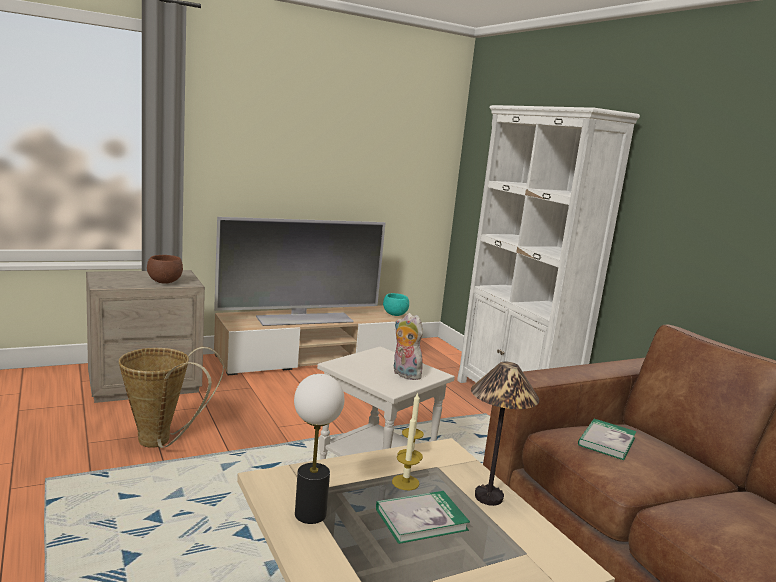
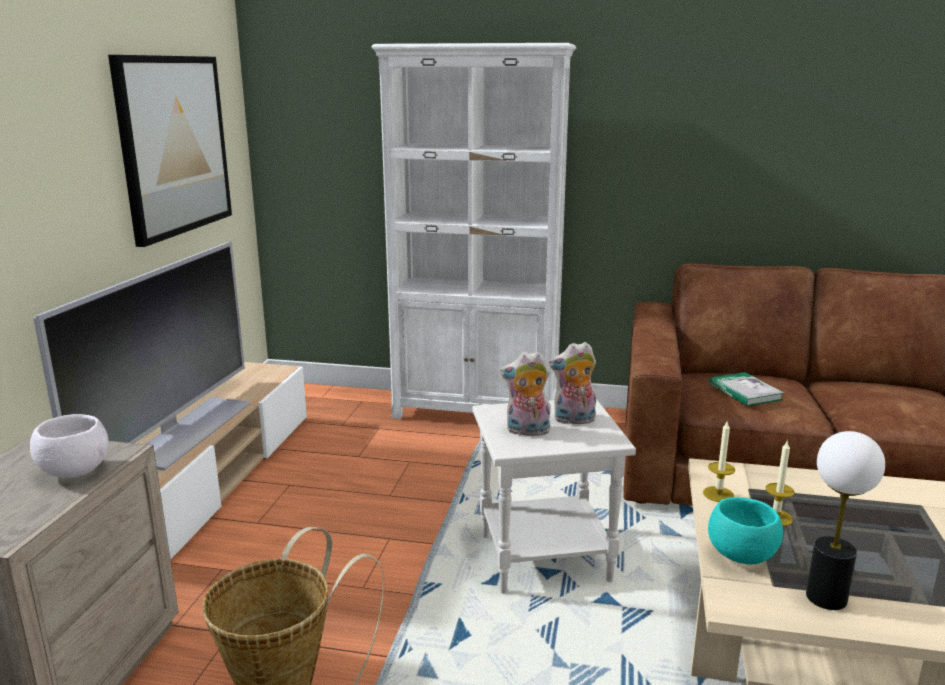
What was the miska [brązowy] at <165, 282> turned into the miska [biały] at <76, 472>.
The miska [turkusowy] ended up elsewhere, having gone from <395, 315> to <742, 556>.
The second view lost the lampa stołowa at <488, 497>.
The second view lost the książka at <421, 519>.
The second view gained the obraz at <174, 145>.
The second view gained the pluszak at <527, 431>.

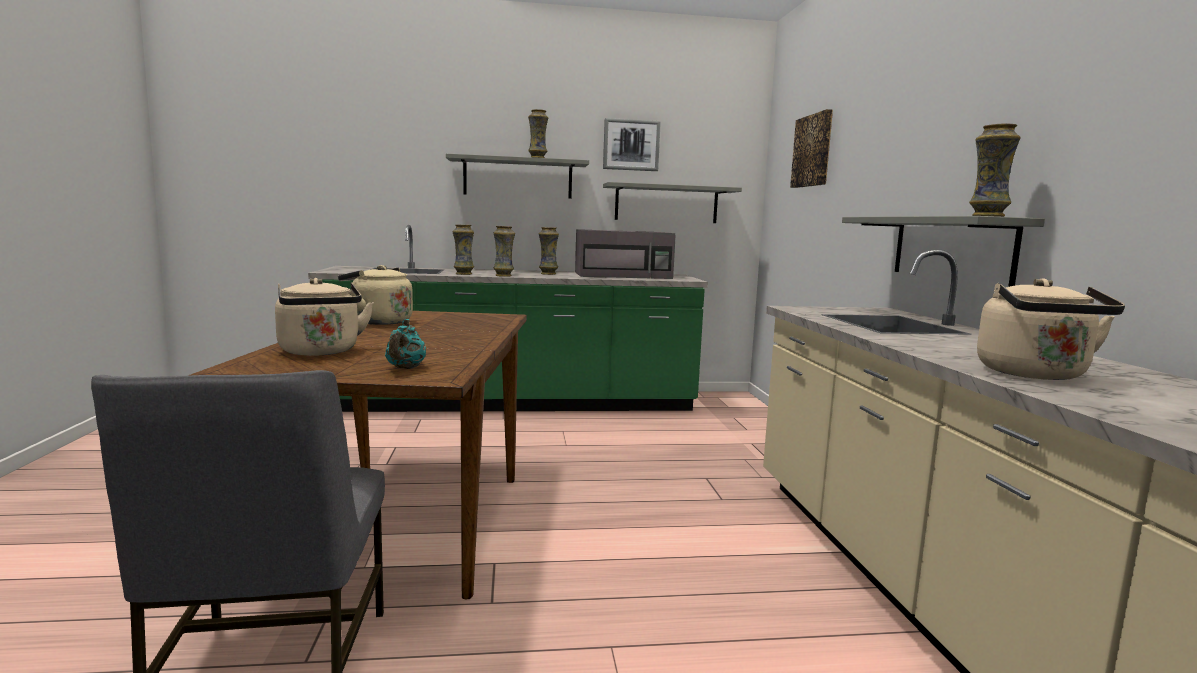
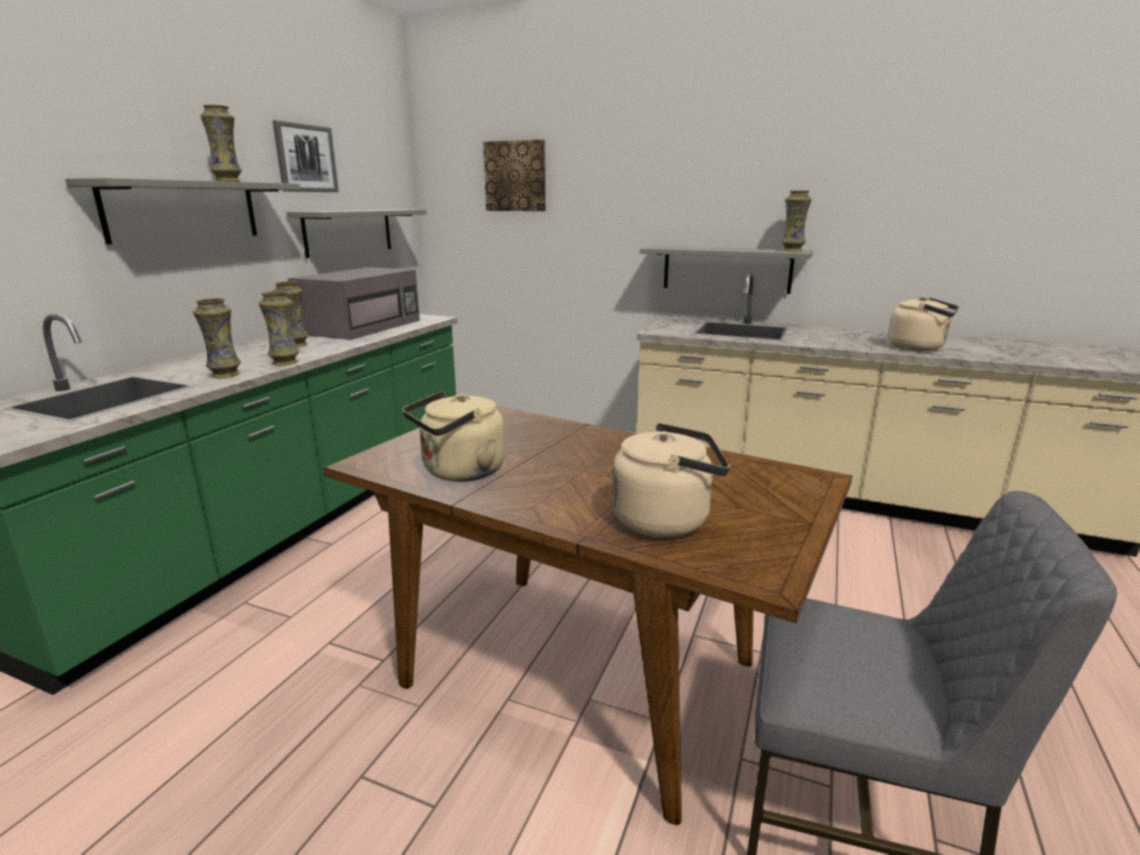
The second view lost the imbryk [turkusowy] at <405, 368>.

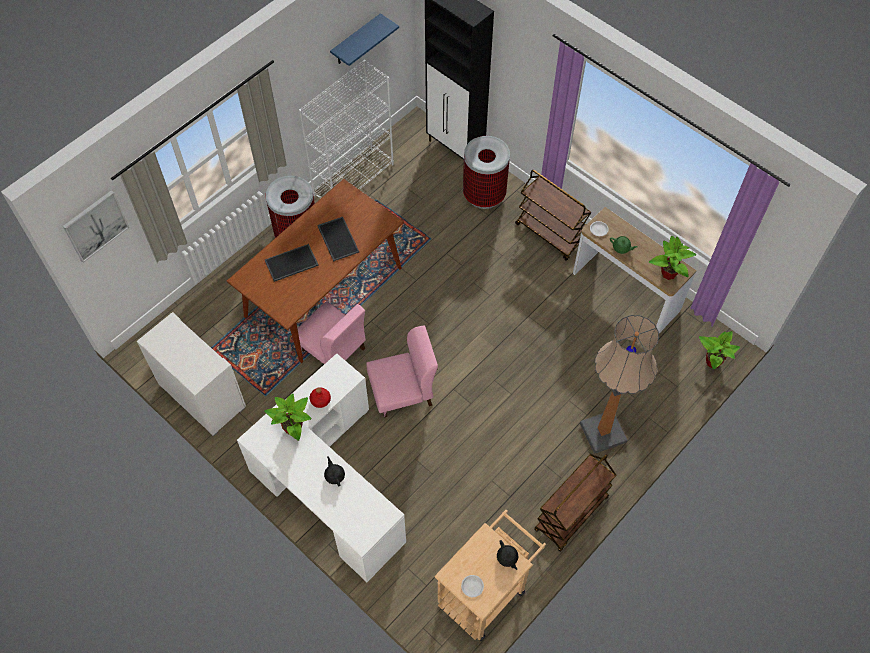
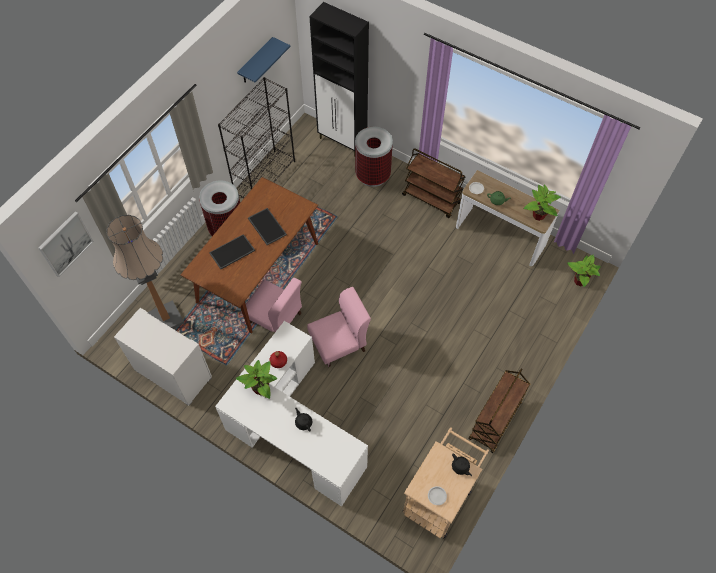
What was the regał [biały] at <353, 179> turned into the regał [czarny] at <265, 177>.
The lampa stojąca ended up elsewhere, having gone from <603, 433> to <166, 319>.

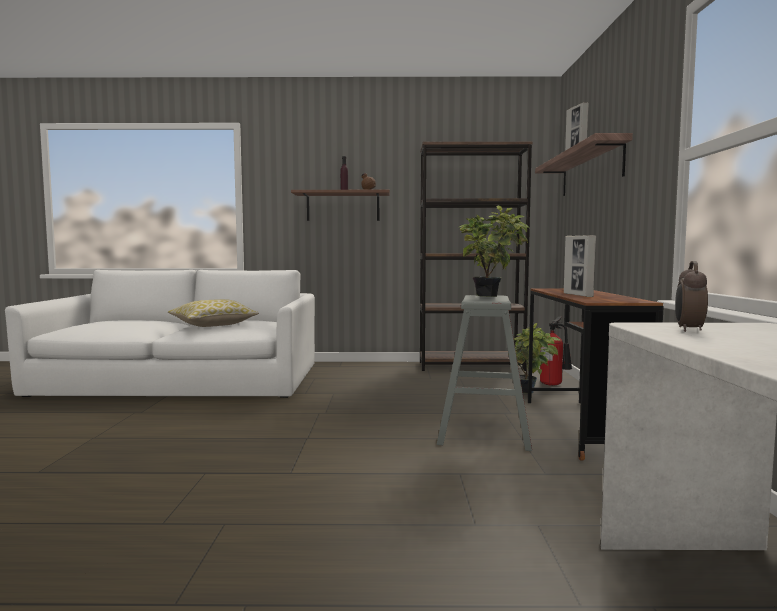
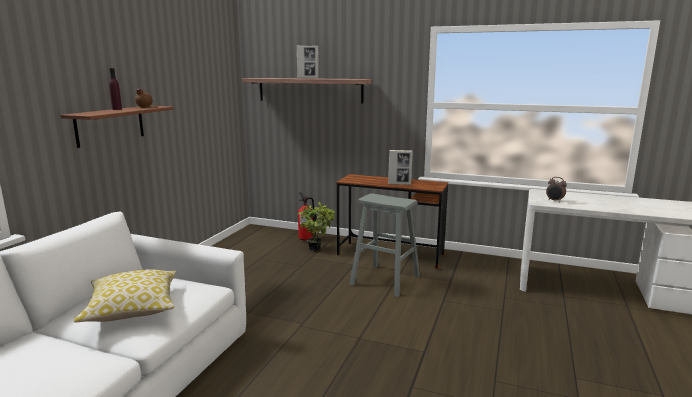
The second view lost the regał [brązowy] at <471, 366>.
The second view lost the roślina doniczkowa at <492, 296>.

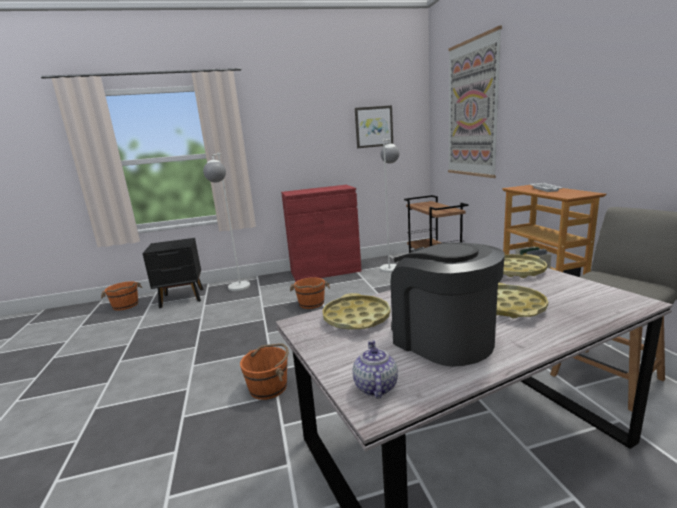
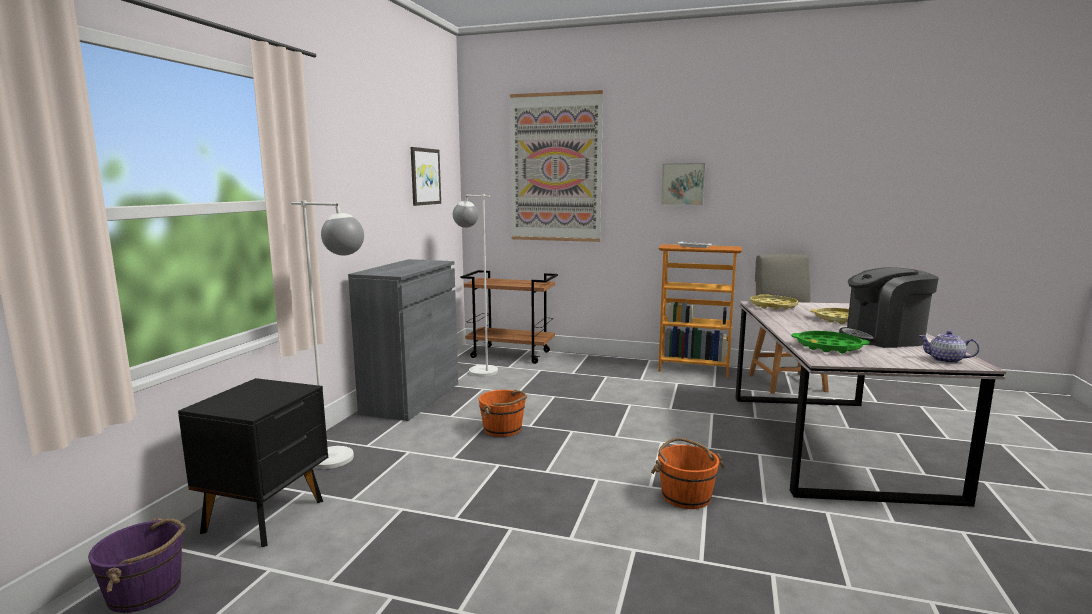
What was the szafka [czerwony] at <325, 271> turned into the szafka [szary] at <411, 398>.
What was the wiadro [pomarańczowy] at <125, 305> turned into the wiadro [fioletowy] at <146, 591>.
What was the taca [żółty] at <356, 318> turned into the taca [zielony] at <828, 347>.
The second view gained the obraz at <683, 184>.

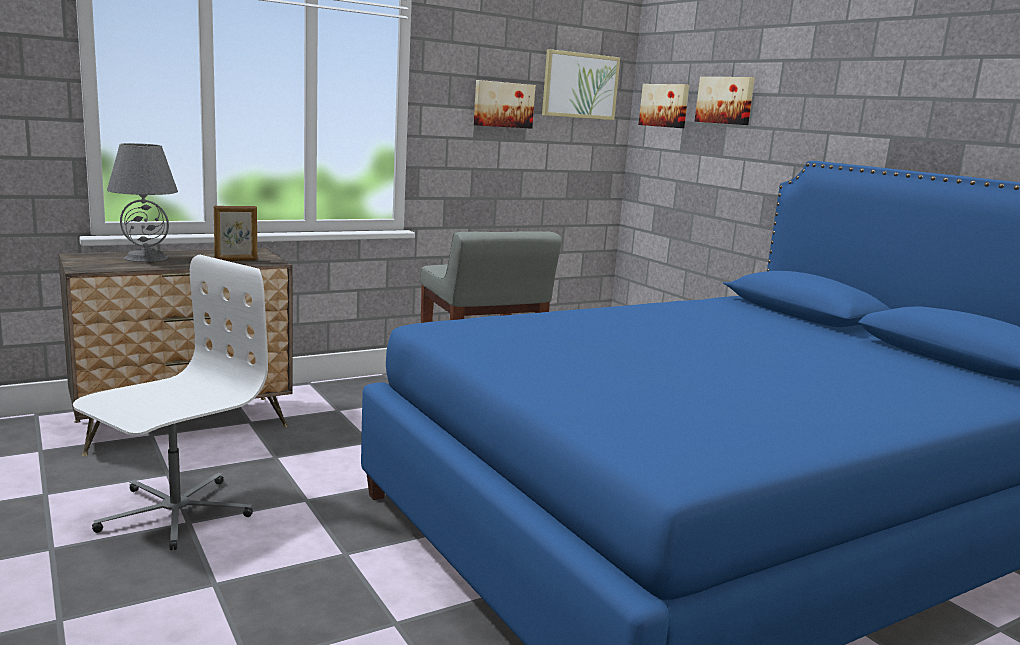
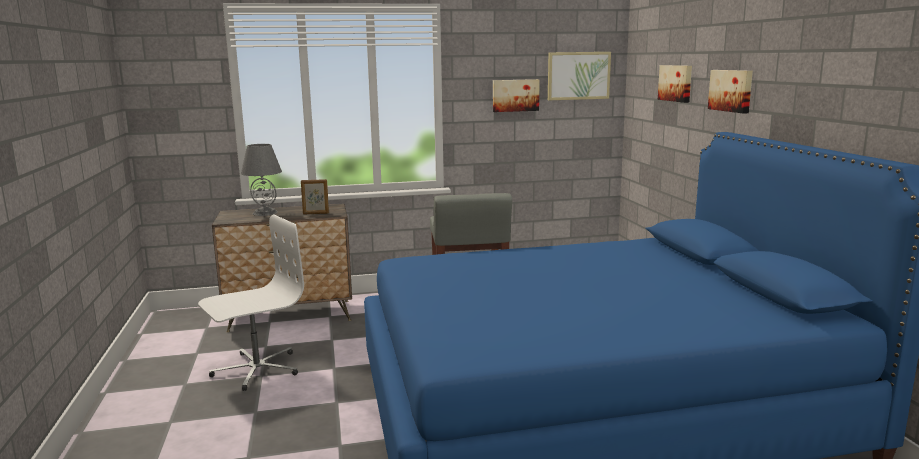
The obraz ended up elsewhere, having gone from <665, 105> to <731, 90>.

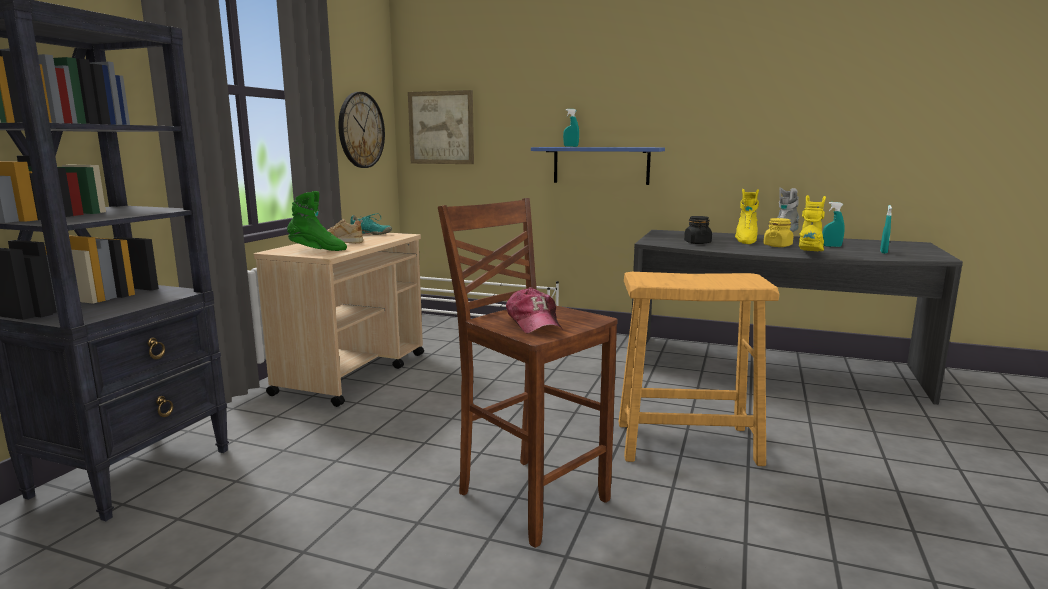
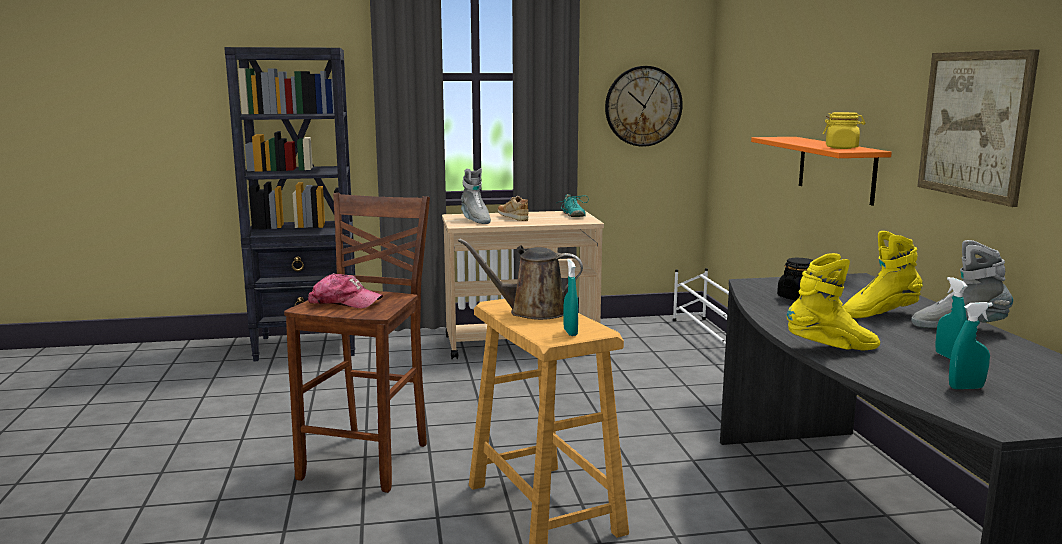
The obraz ended up elsewhere, having gone from <441, 128> to <974, 125>.
The spryskiwacz [turkusowy] ended up elsewhere, having gone from <571, 146> to <570, 332>.
What was the półka [niebieski] at <601, 165> turned into the półka [pomarańczowy] at <836, 169>.
What was the but z cholewką [zielony] at <317, 250> turned into the but z cholewką [szary] at <475, 220>.
The słoik [żółty] ended up elsewhere, having gone from <777, 246> to <841, 148>.
The czapka z daszkiem at <534, 323> ended up facing another way, 120 degrees counterclockwise from before.
The second view gained the konewka [brązowy] at <532, 312>.

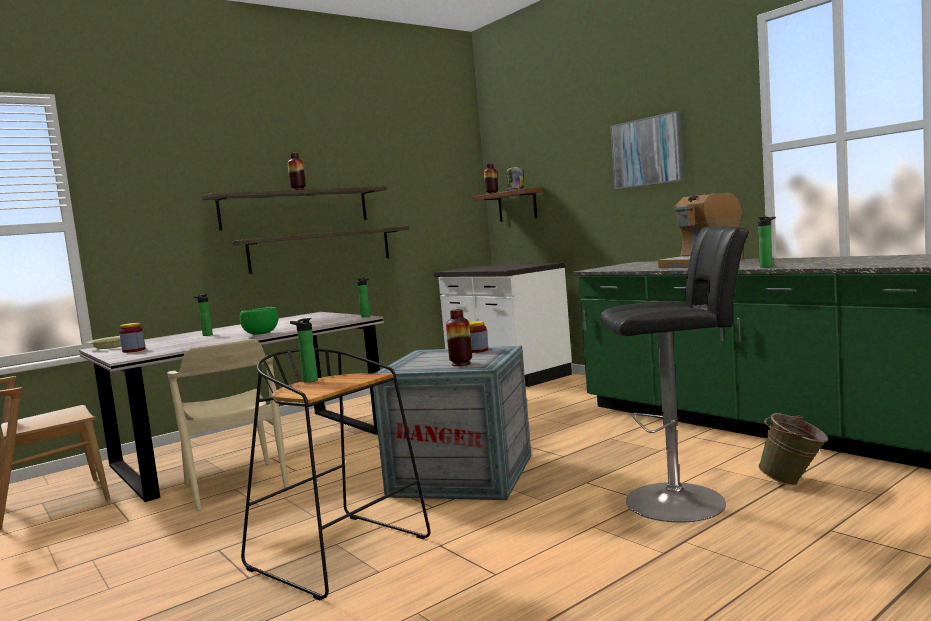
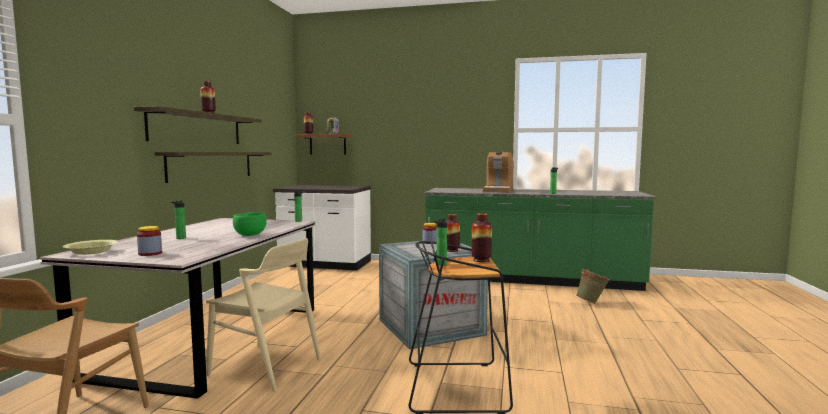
The second view lost the obraz at <647, 152>.
The second view lost the stołek [czarny] at <682, 500>.
The second view gained the wazon at <481, 260>.

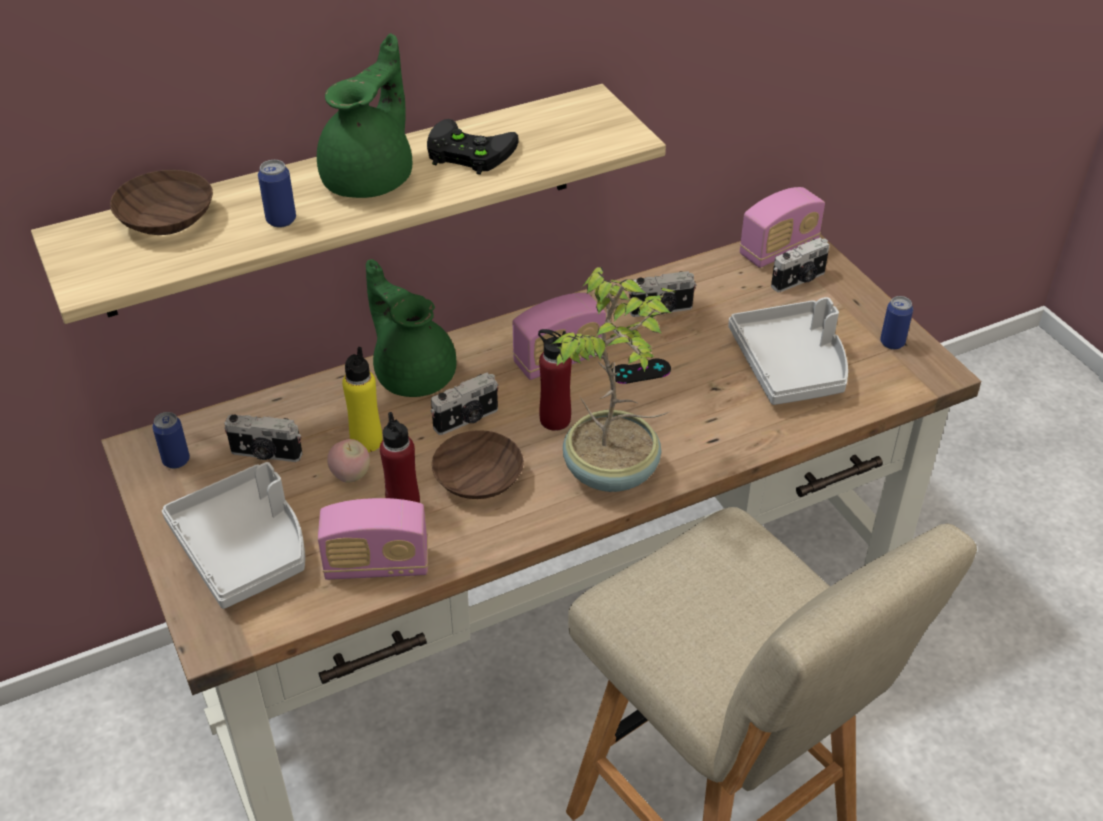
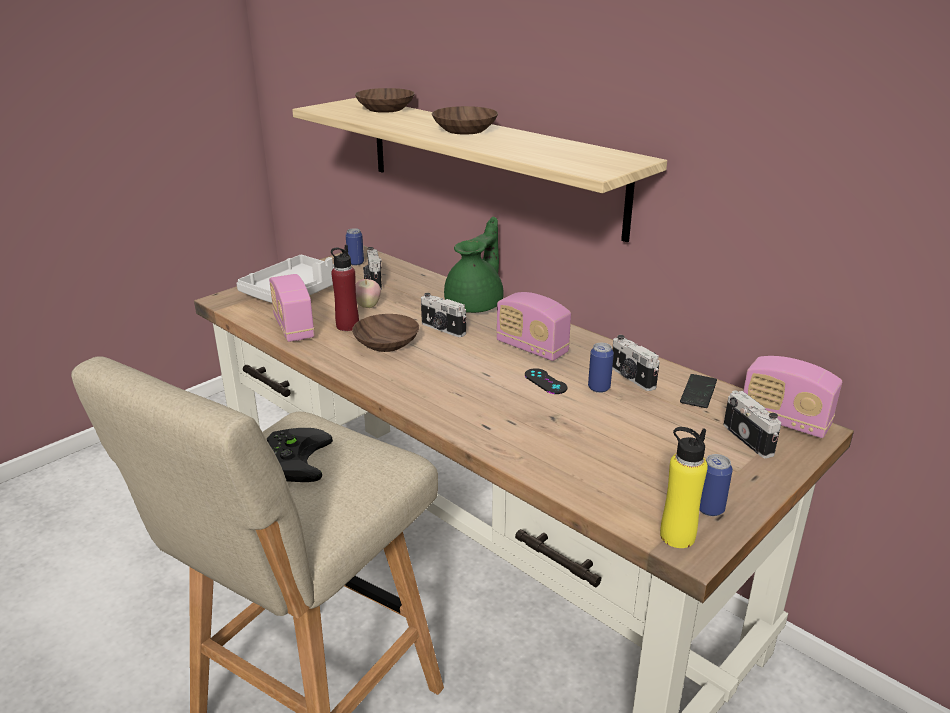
Where the imbryk [zielony] stood at <371, 178>, the miska [brązowy] came to stand at <465, 131>.
The pad do gier [czarny] ended up elsewhere, having gone from <466, 152> to <293, 458>.
The puszka ended up elsewhere, having gone from <281, 220> to <599, 388>.
The aparat fotograficzny at <799, 280> ended up facing another way, 150 degrees counterclockwise from before.
The second view lost the roślina doniczkowa at <613, 473>.
The second view lost the taca [szary] at <791, 365>.
The second view lost the butelka [czerwony] at <555, 419>.
The butelka [żółty] ended up elsewhere, having gone from <366, 441> to <677, 536>.
The second view gained the telefon at <698, 392>.

